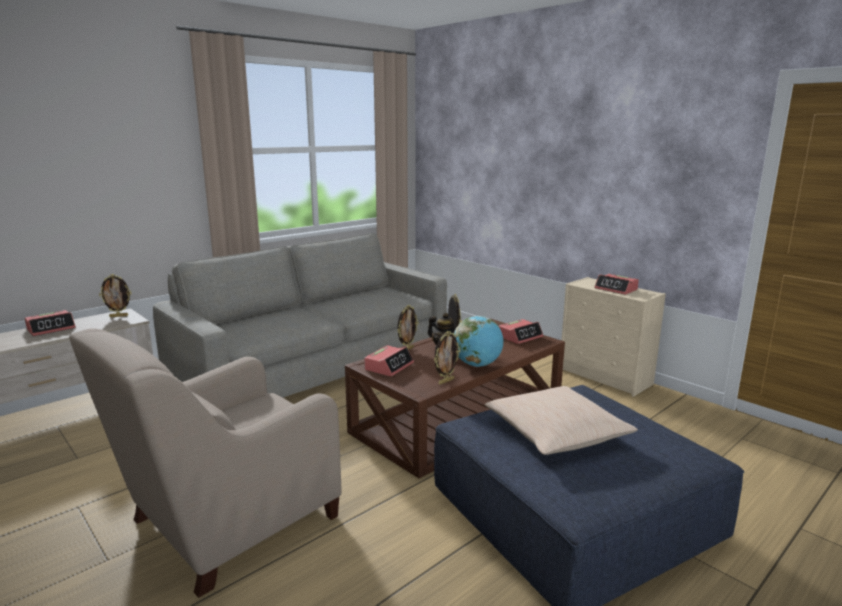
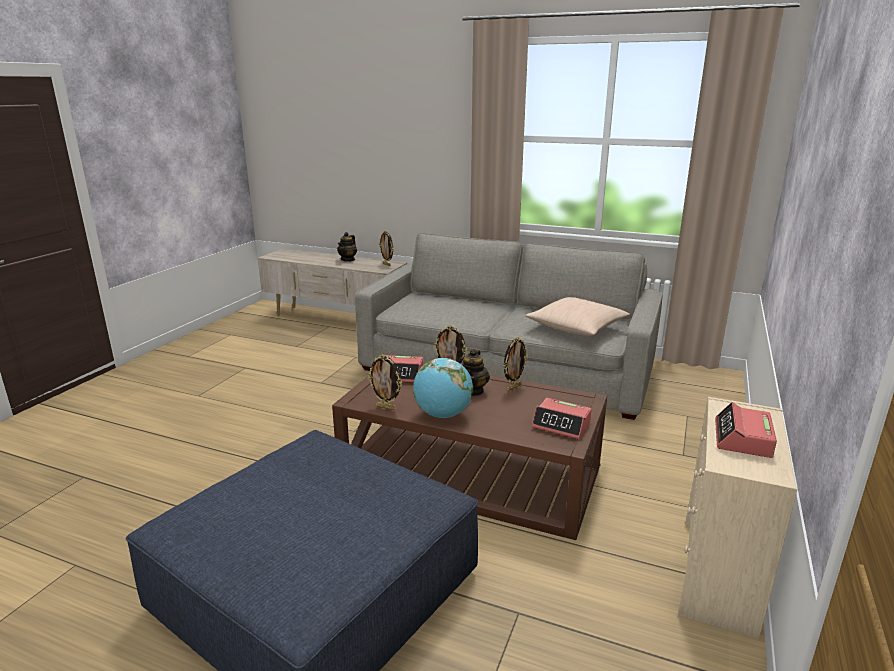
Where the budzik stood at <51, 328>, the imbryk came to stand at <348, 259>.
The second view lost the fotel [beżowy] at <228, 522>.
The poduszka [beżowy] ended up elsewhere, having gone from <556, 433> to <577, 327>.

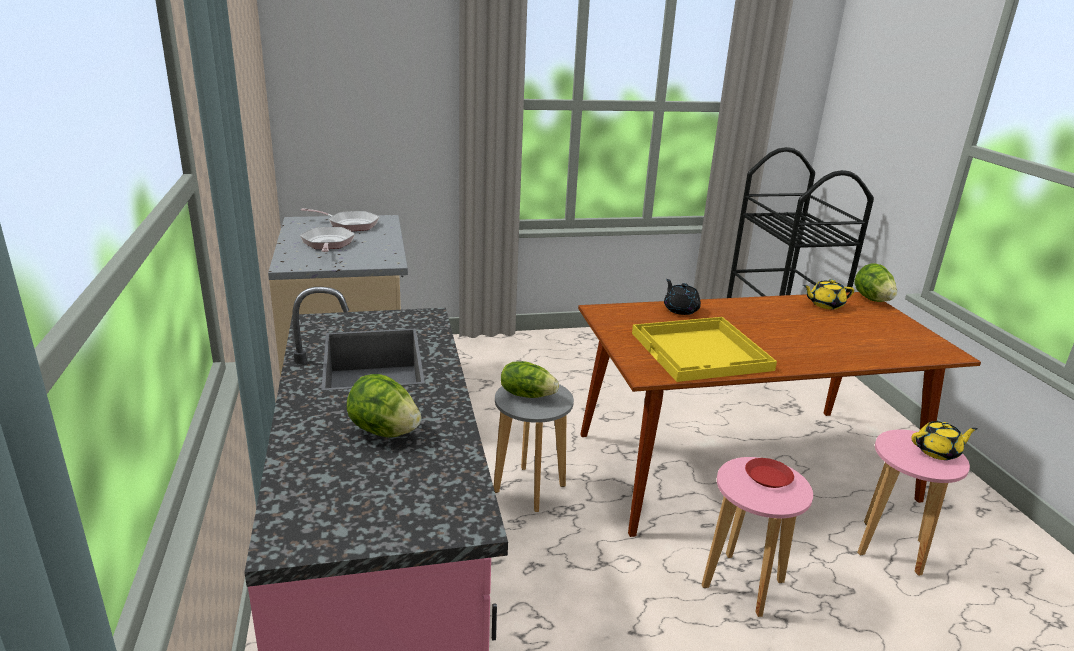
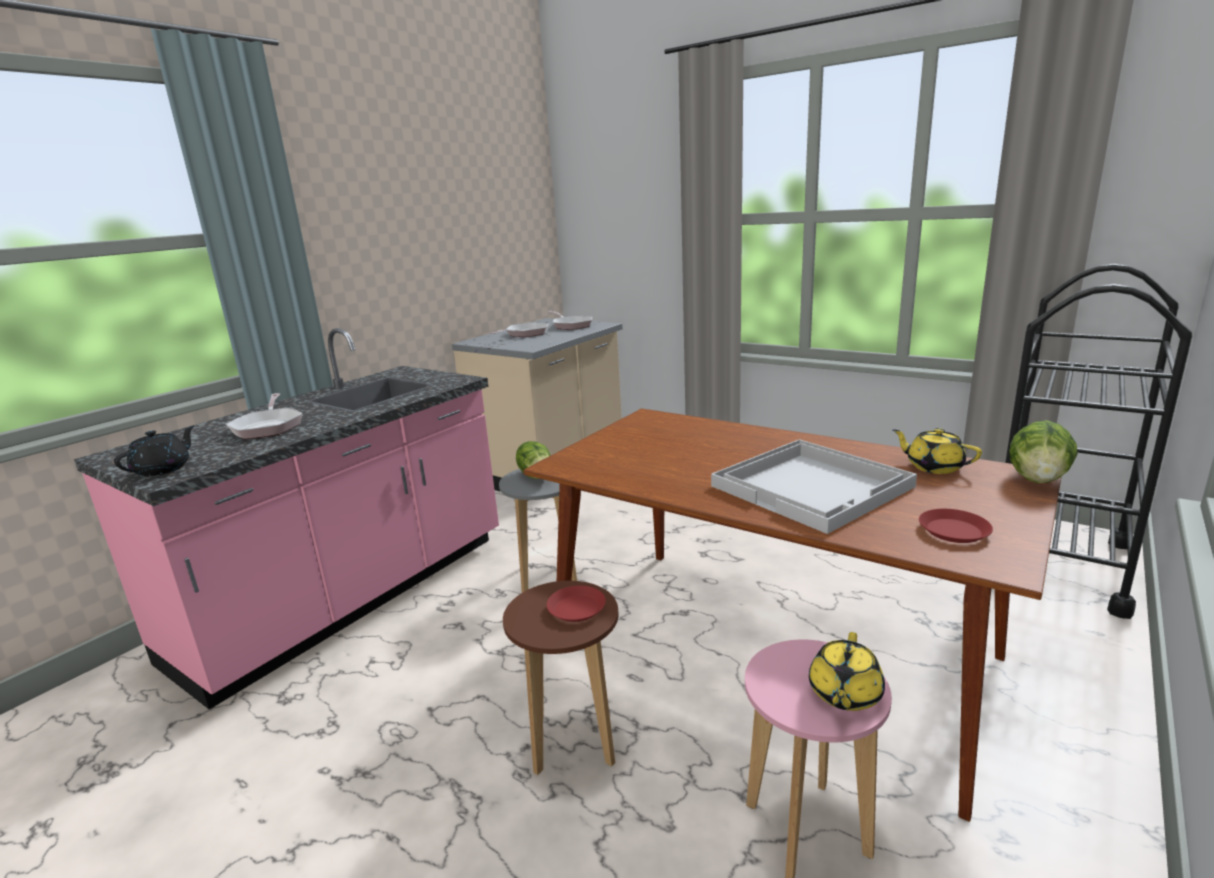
The imbryk [czarny] ended up elsewhere, having gone from <680, 309> to <163, 469>.
The second view lost the taca [żółty] at <702, 351>.
Where the sałata stood at <384, 431>, the patelnia came to stand at <268, 426>.
The imbryk [żółty] at <938, 451> ended up facing another way, 75 degrees clockwise from before.
What was the stołek [różowy] at <742, 584> turned into the stołek [brązowy] at <572, 741>.
The second view gained the taca [biały] at <813, 486>.
The second view gained the talerz [czerwony] at <953, 531>.

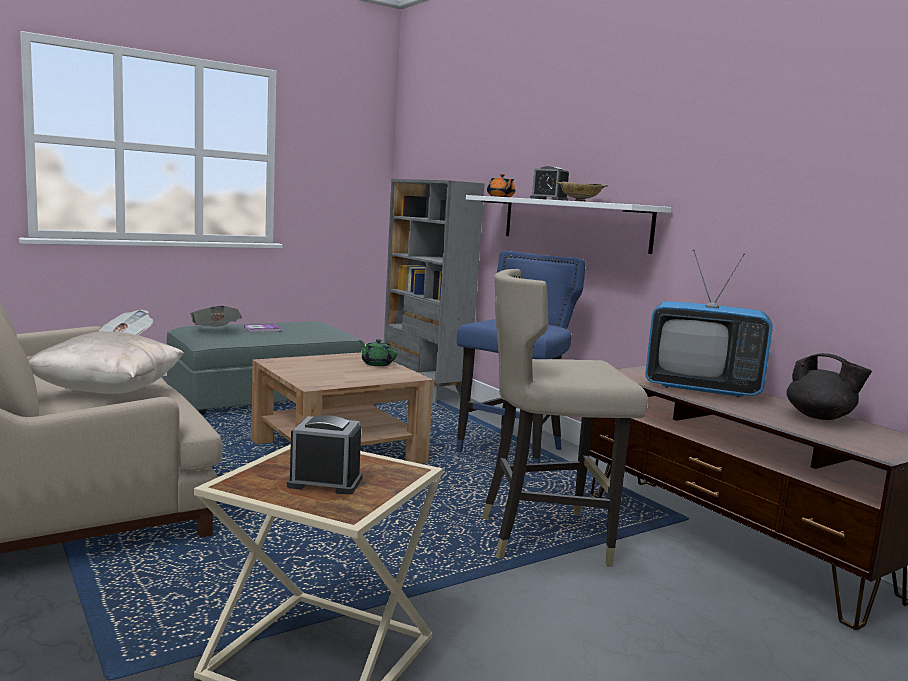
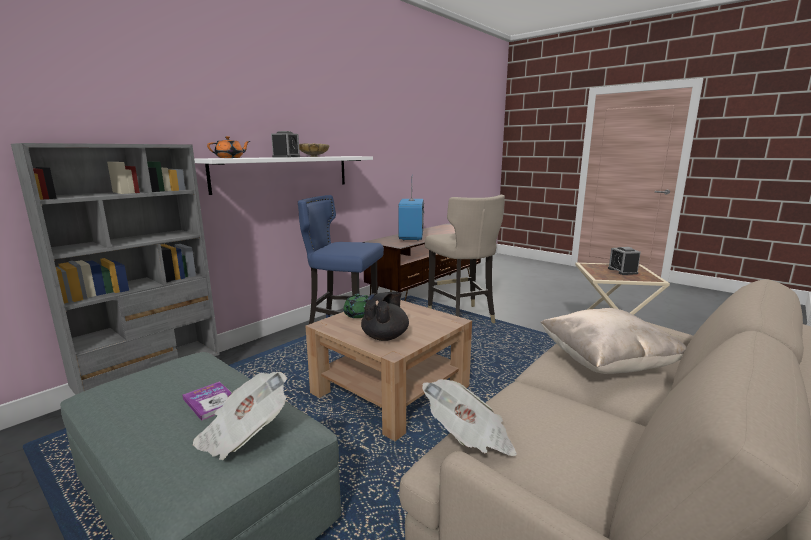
The imbryk [czarny] ended up elsewhere, having gone from <820, 417> to <385, 337>.

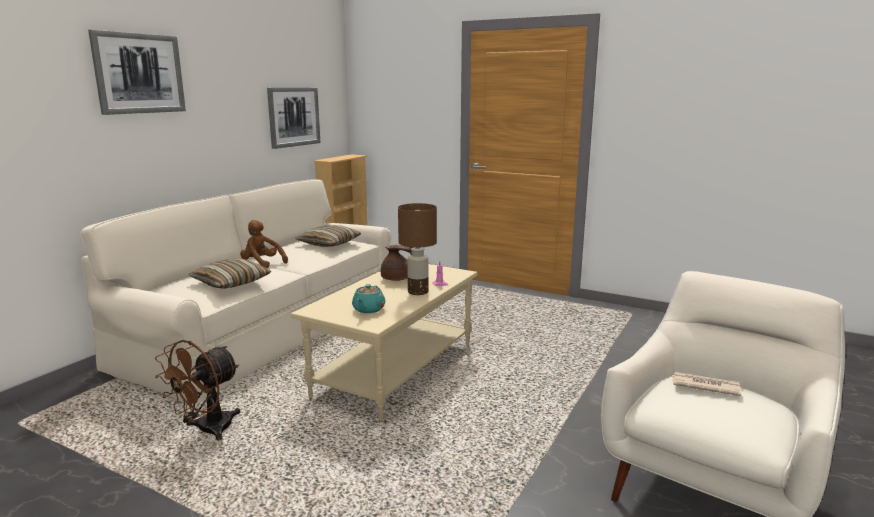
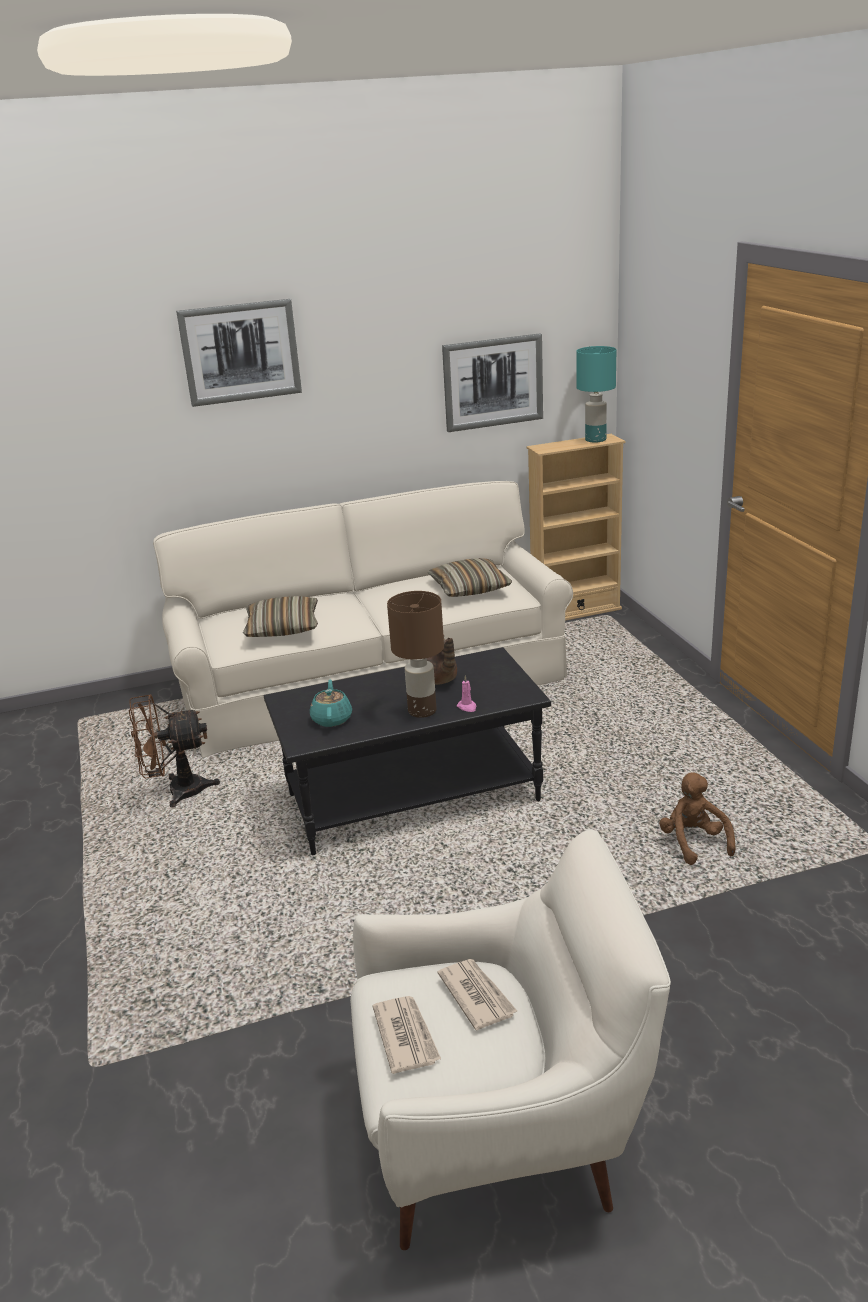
The pluszak [brązowy] ended up elsewhere, having gone from <262, 264> to <694, 842>.
What was the ława [beżowy] at <394, 369> turned into the ława [czarny] at <413, 797>.
The imbryk [turkusowy] at <368, 309> ended up facing another way, 120 degrees clockwise from before.
The second view gained the lampa stołowa [turkusowy] at <596, 440>.
The second view gained the gazeta at <406, 1036>.

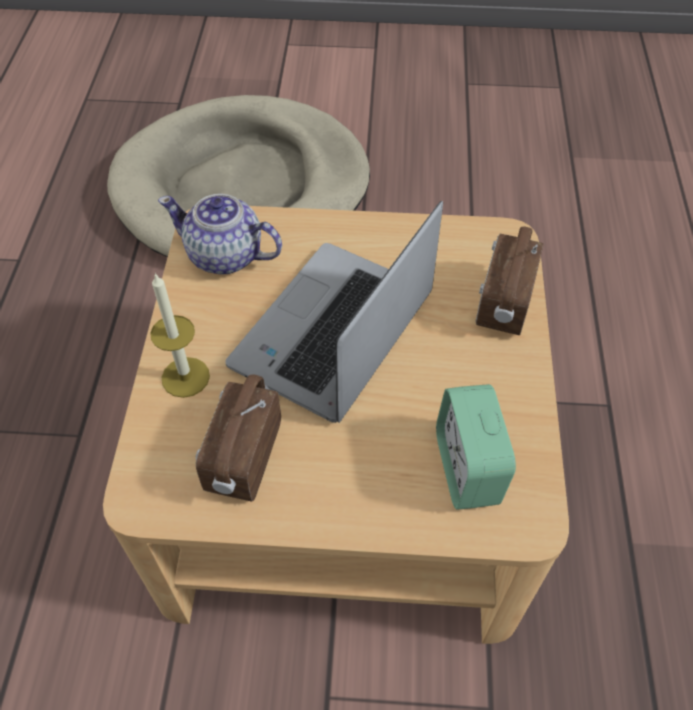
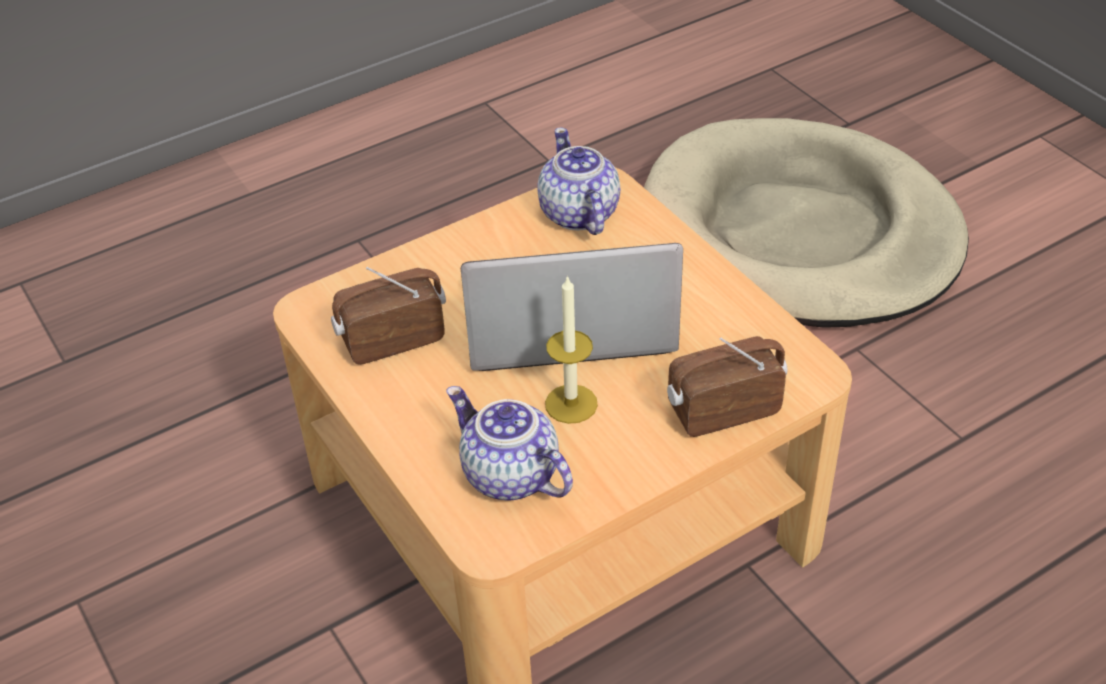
The świeca ended up elsewhere, having gone from <185, 377> to <571, 404>.
Where the budzik stood at <467, 468>, the imbryk came to stand at <508, 476>.

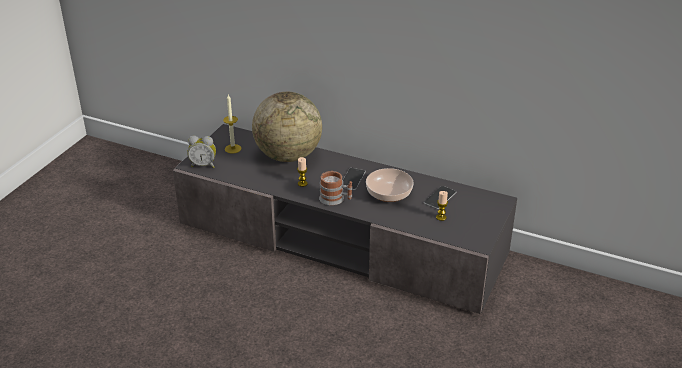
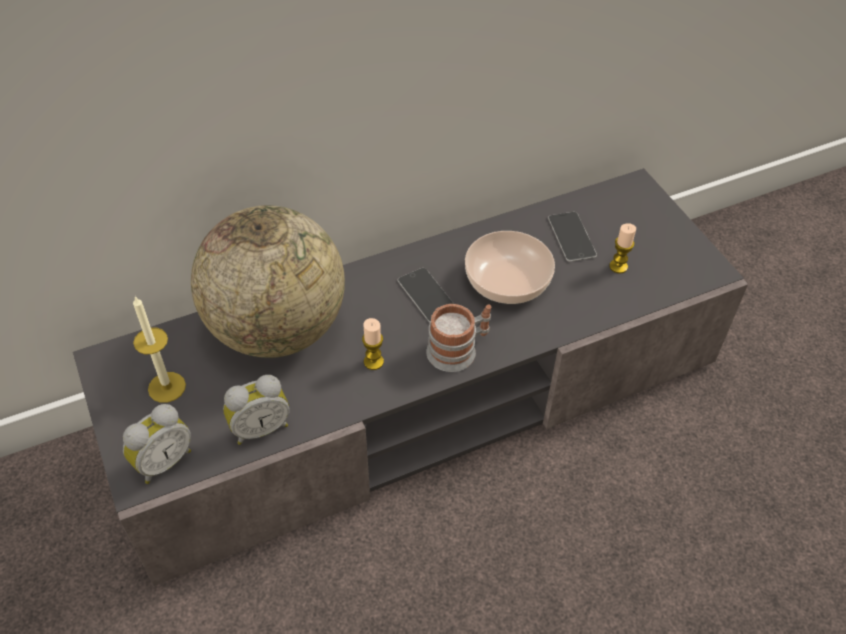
The second view gained the budzik at <260, 427>.

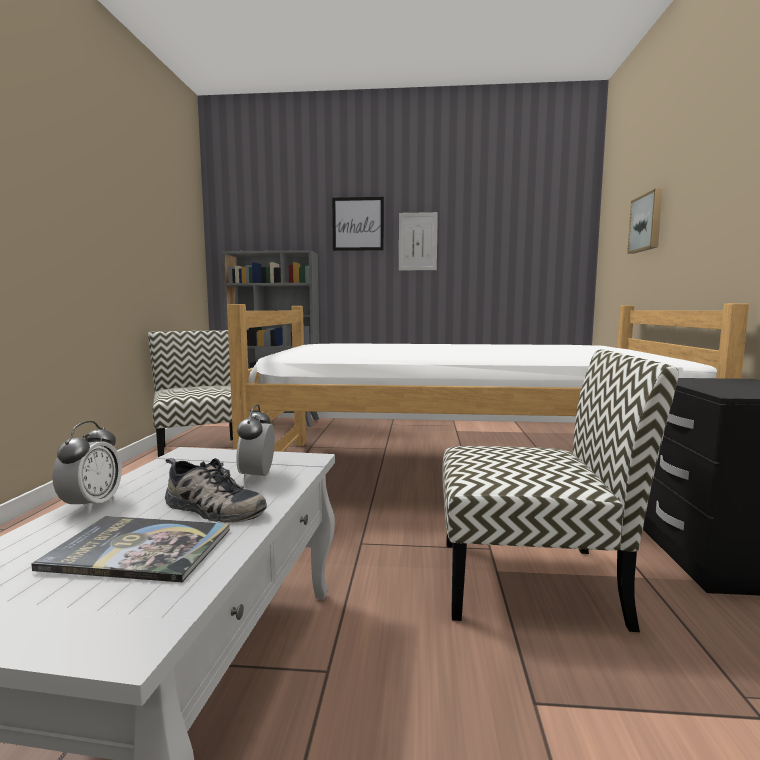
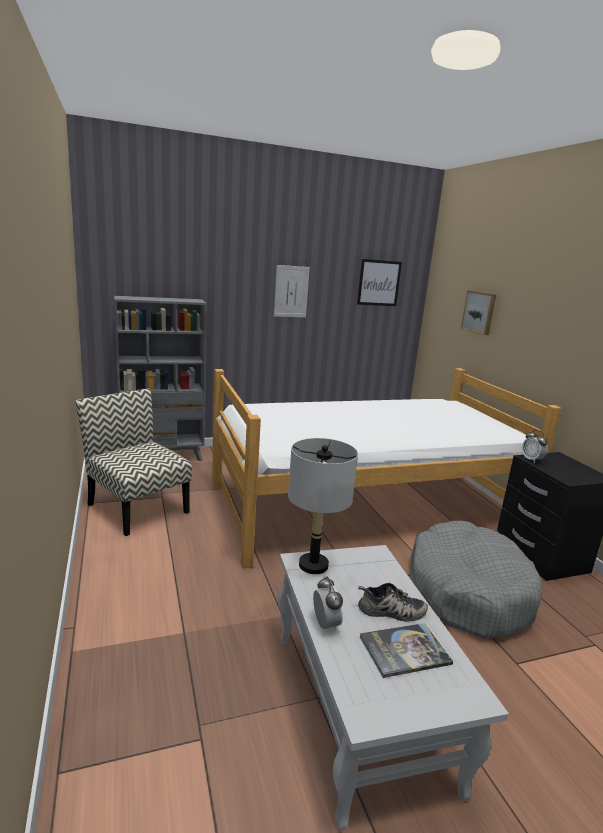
The obraz ended up elsewhere, having gone from <358, 224> to <379, 283>.
Where the krzesło stood at <532, 580>, the legowisko [szary] came to stand at <468, 591>.
The budzik ended up elsewhere, having gone from <257, 476> to <532, 460>.
The second view gained the lampa stołowa [szary] at <313, 565>.

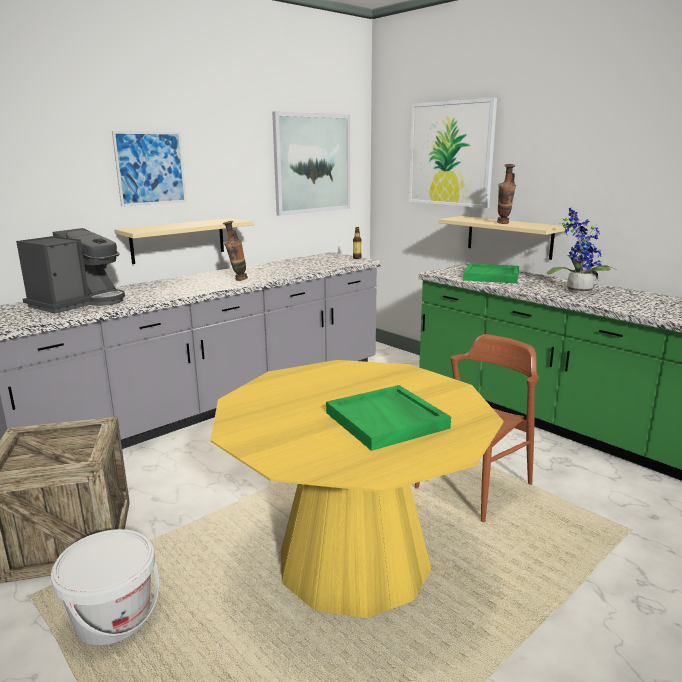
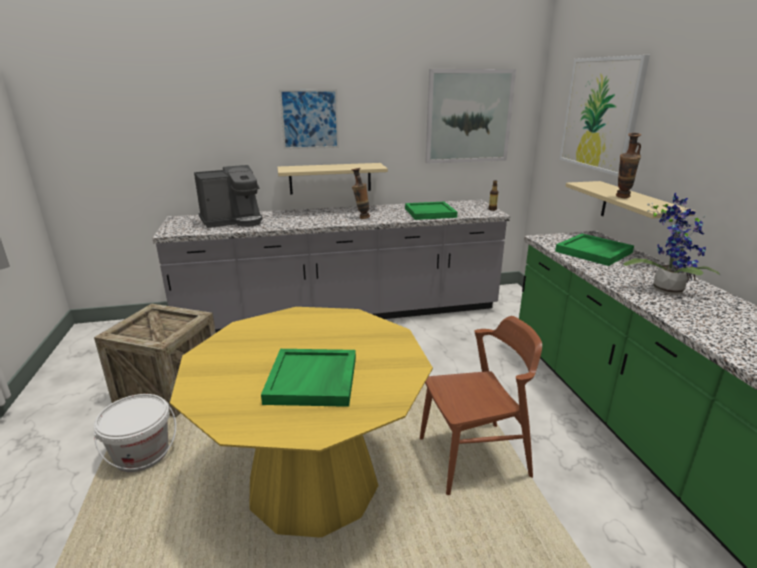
The second view gained the taca [zielony] at <429, 213>.

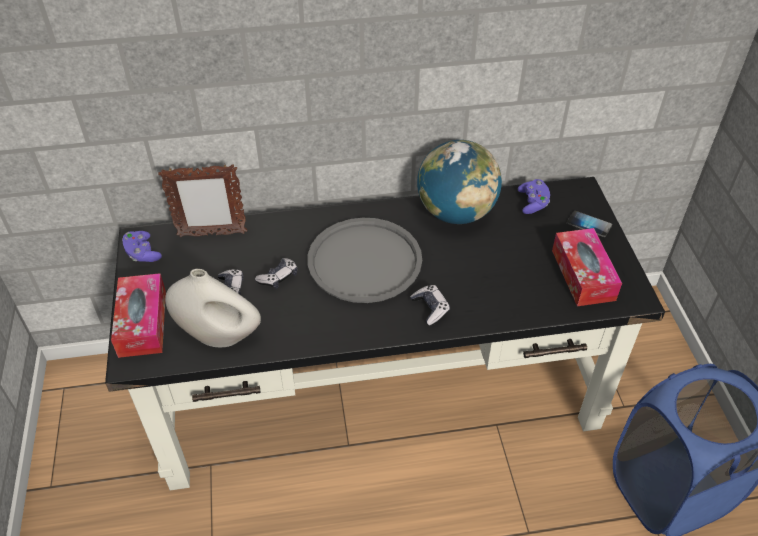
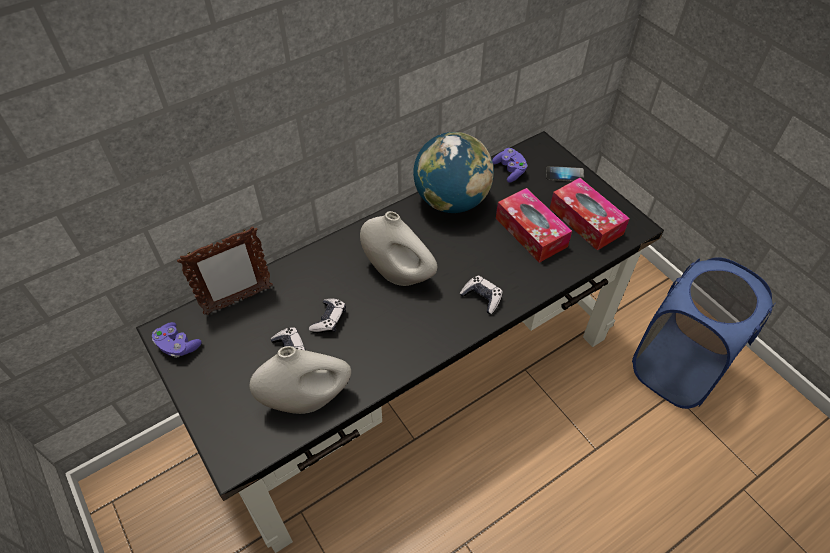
Where the taca [szary] stood at <364, 261>, the wazon [biały] came to stand at <399, 274>.
The pudełko chusteczek ended up elsewhere, having gone from <142, 323> to <531, 232>.

